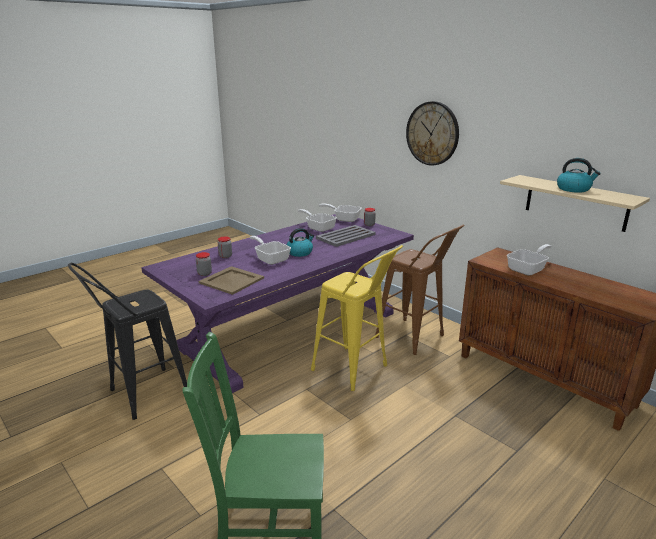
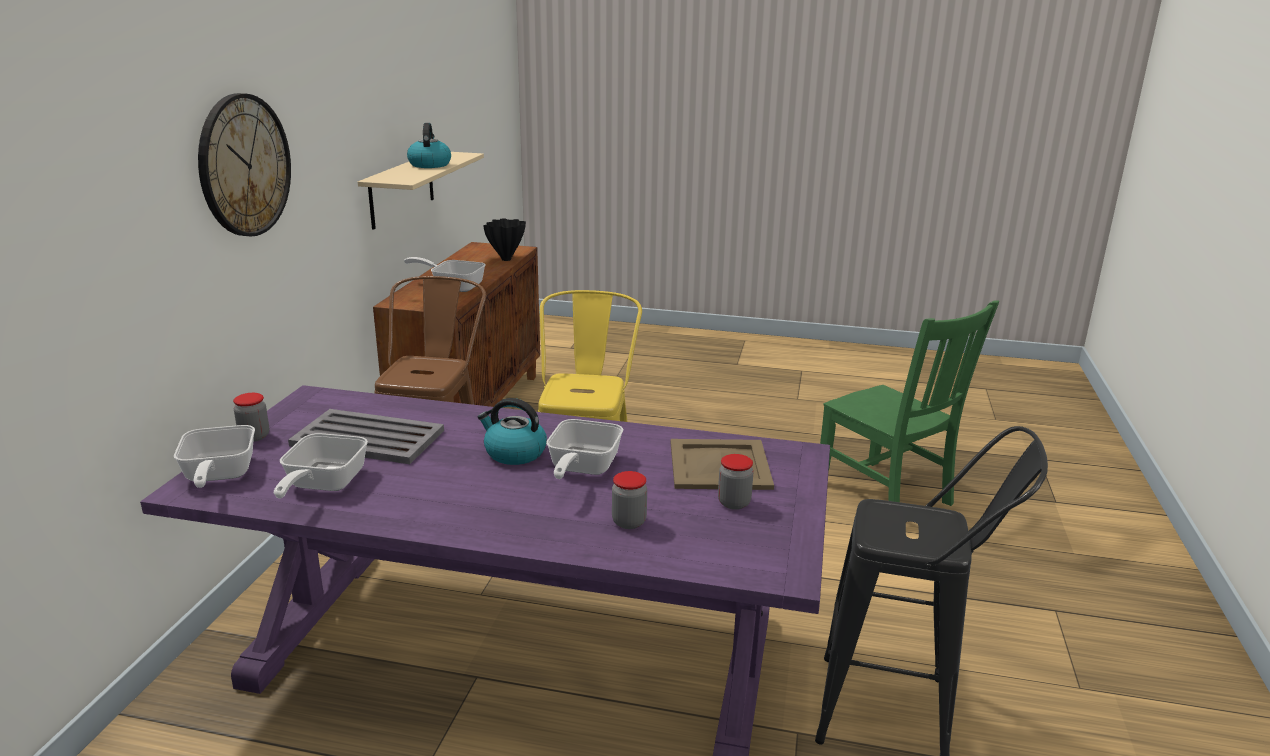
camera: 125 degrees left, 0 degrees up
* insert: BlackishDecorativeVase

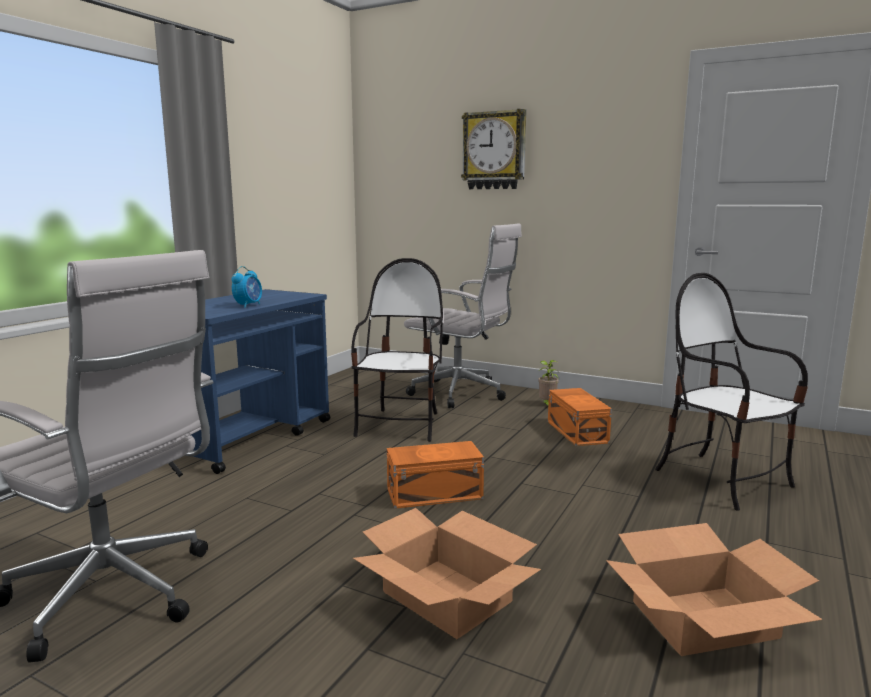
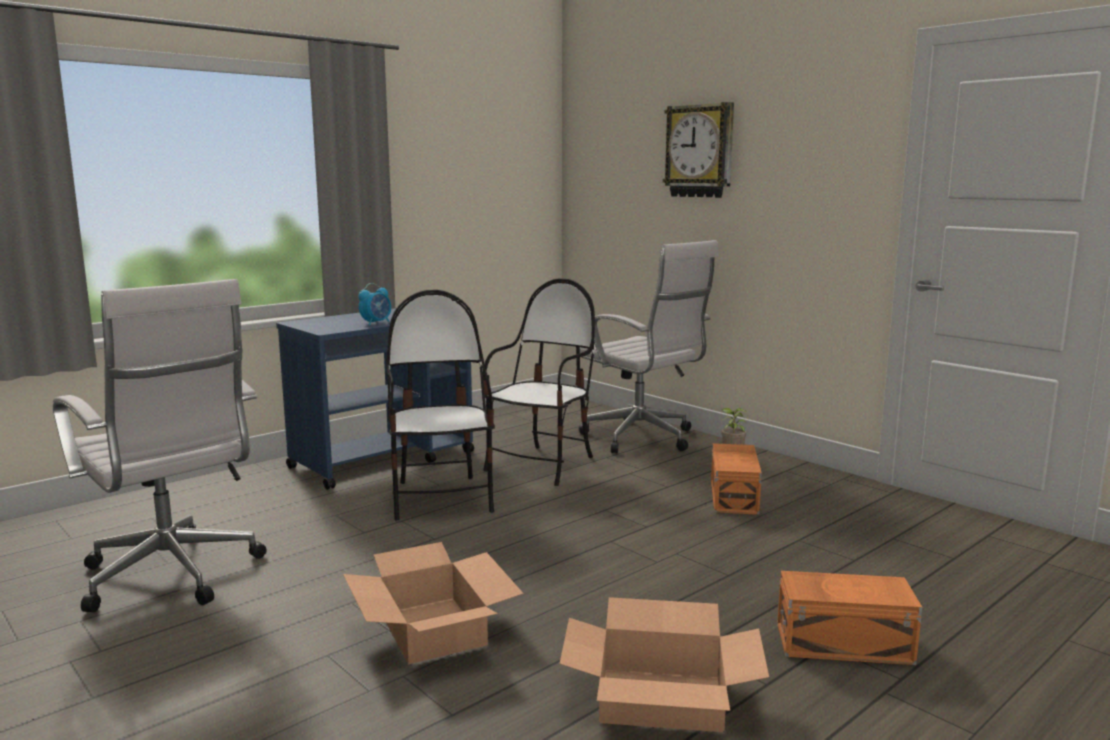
camera: 20 degrees right, 0 degrees up
* move: OrangeyStorageContainer (1st from left in the first image) to OrangeyStorageContainer (2nd from left)
* move: PlainChair (2nd from left in the first image) to PlainChair (1st from left)

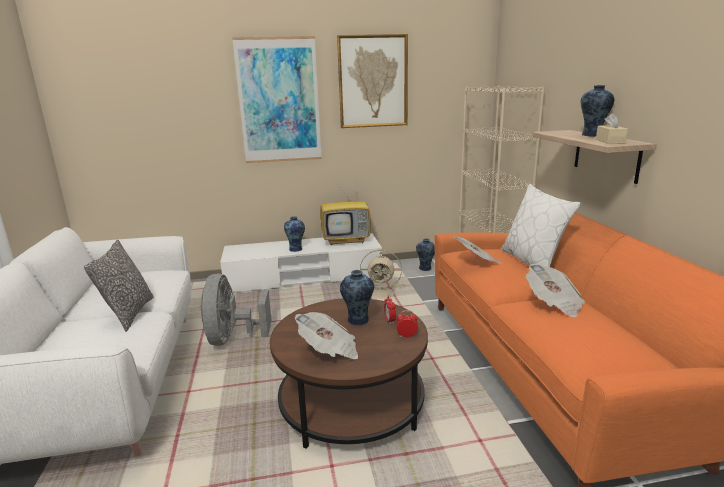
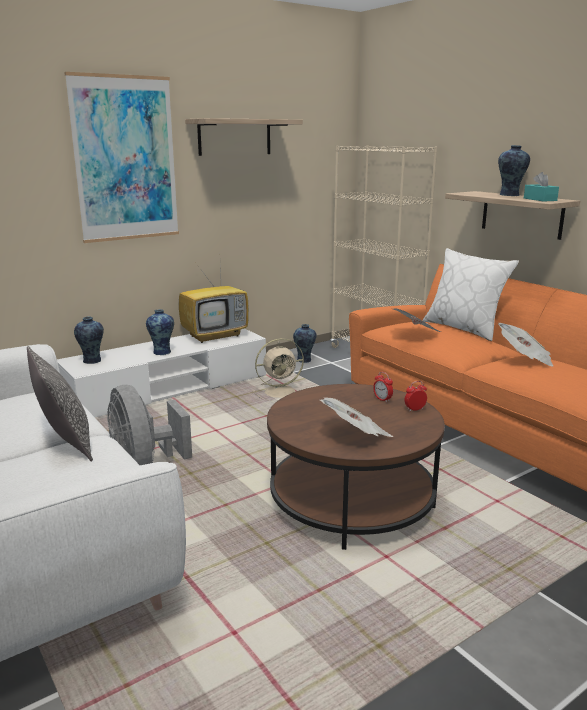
camera: 25 degrees left, 0 degrees up
* replace: Picture (2nd from left) to BracketShelf (1st from left)
* move: DecorativeVase (2nd from left in the first image) to DecorativeVase (1st from left)
* recolor: SandColouredBoxOfTissues to TurquoiseColouredBoxOfTissues

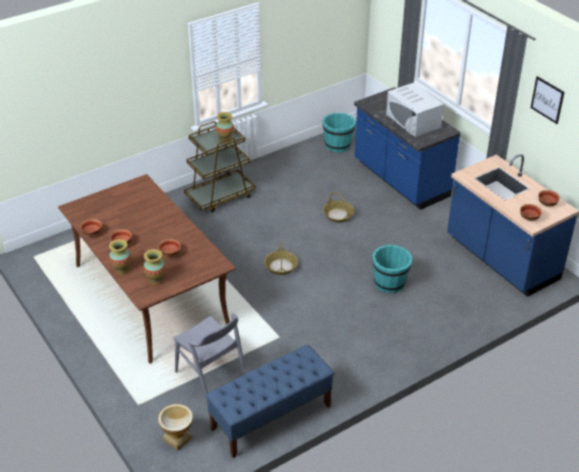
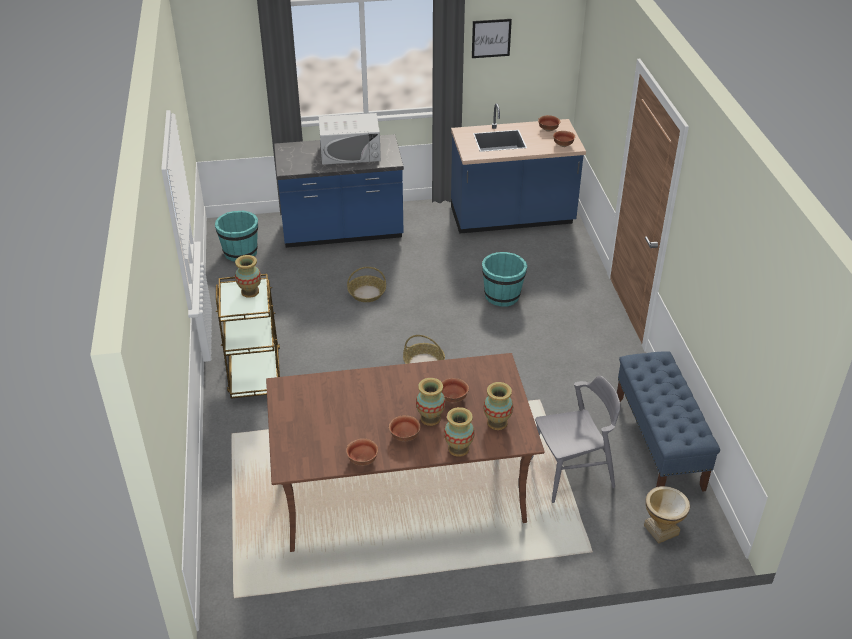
camera: 65 degrees left, 0 degrees up
* insert: DecorativeVase (2nd from left)

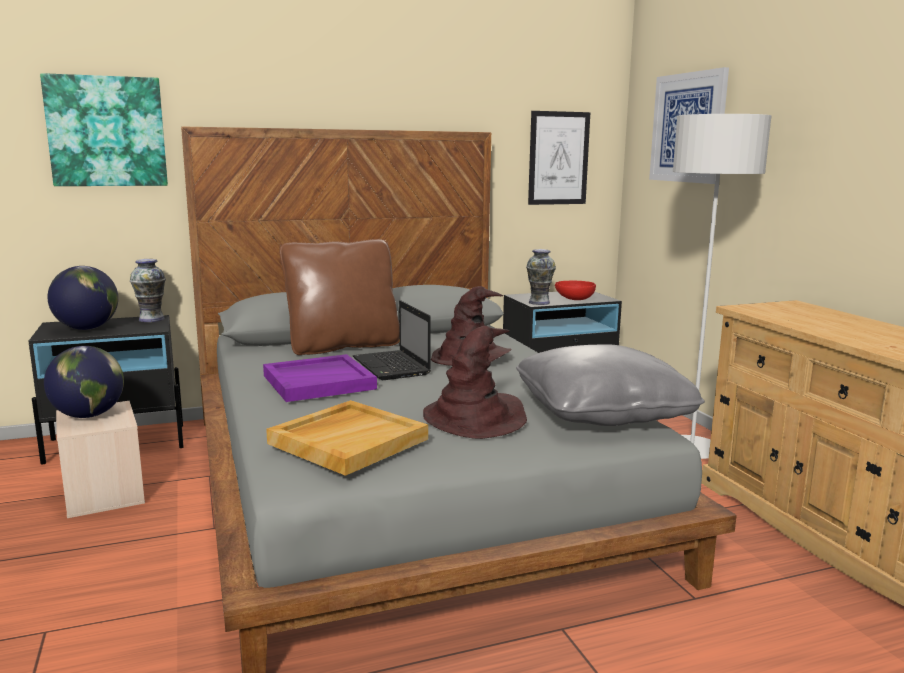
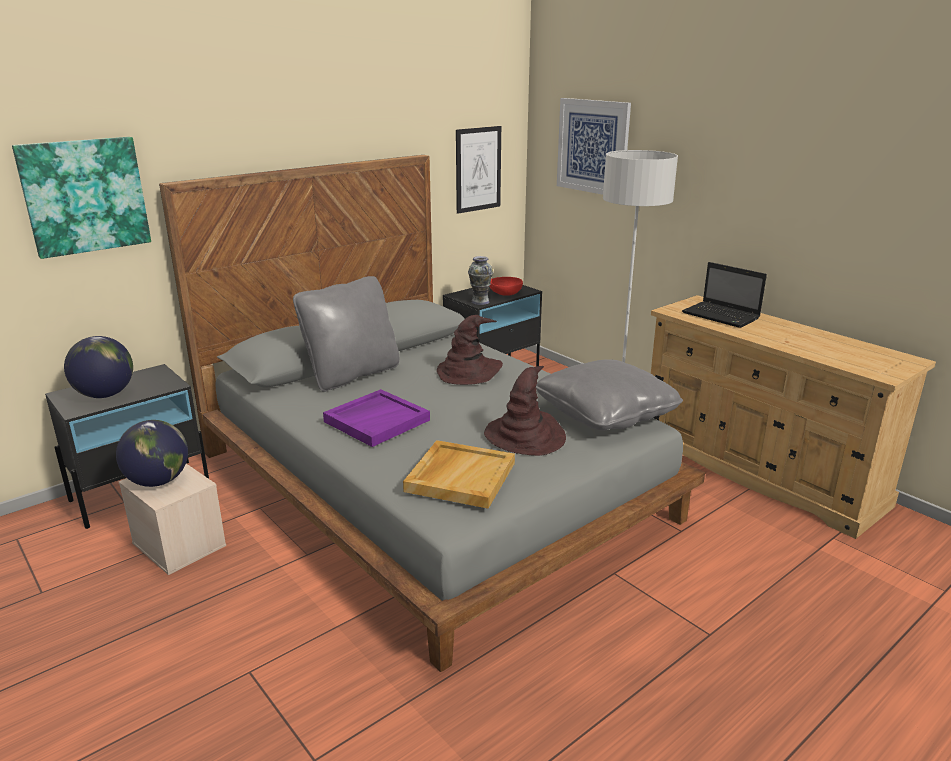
camera: 20 degrees left, 10 degrees up
* delete: DecorativeVase (1st from left)
* recolor: BrownColouredPillow to GreyPillow (1st from left)
* move: Laptop

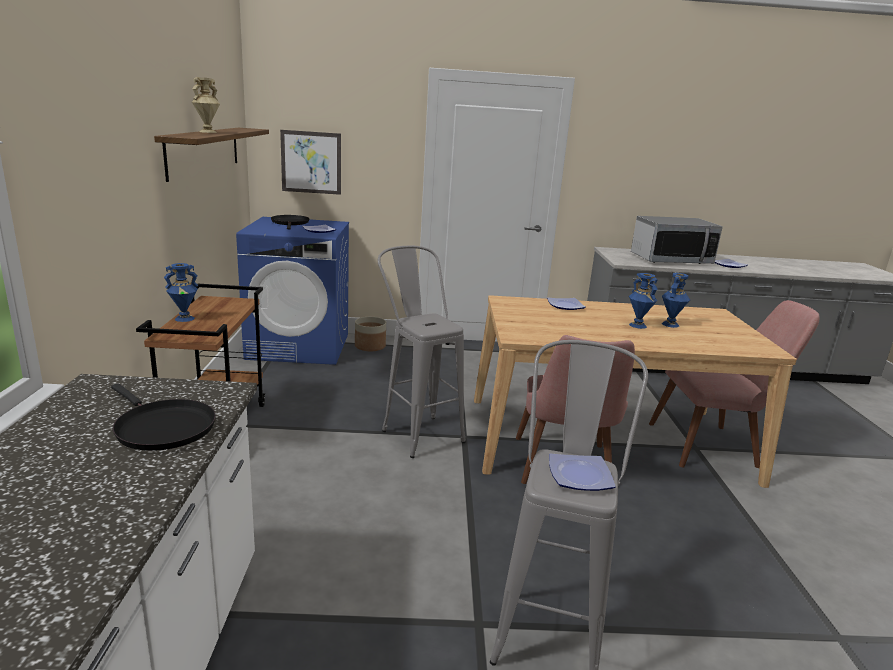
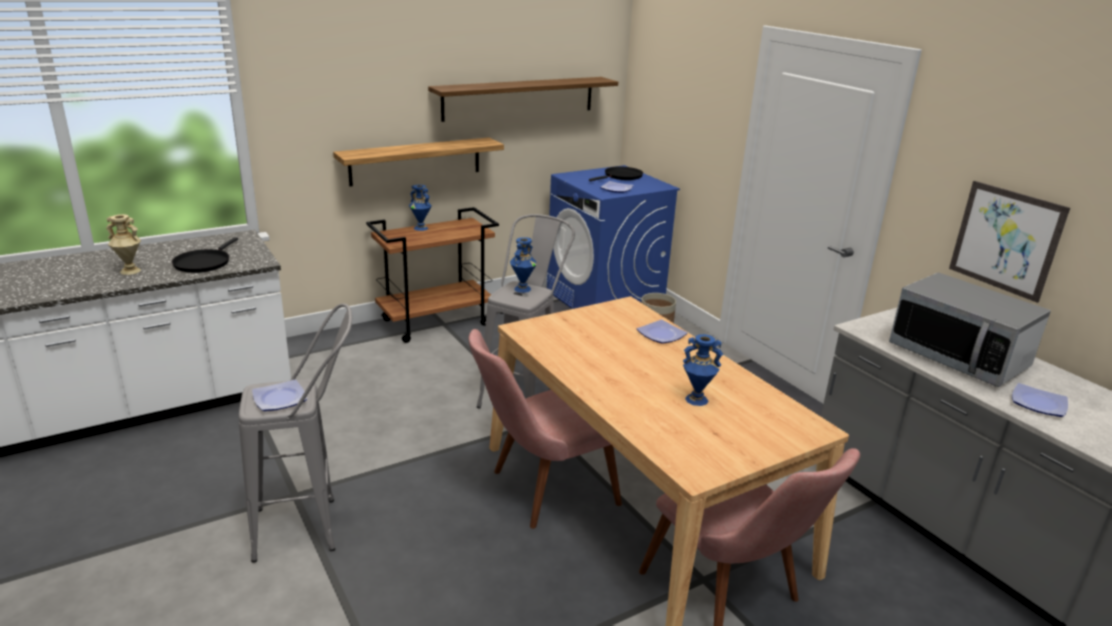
camera: 60 degrees right, 5 degrees up
* move: SandColouredDecorativeVase
* move: Picture
* move: BlueColouredDecorativeVase (2nd from left)
* insert: BracketShelf (1st from left)

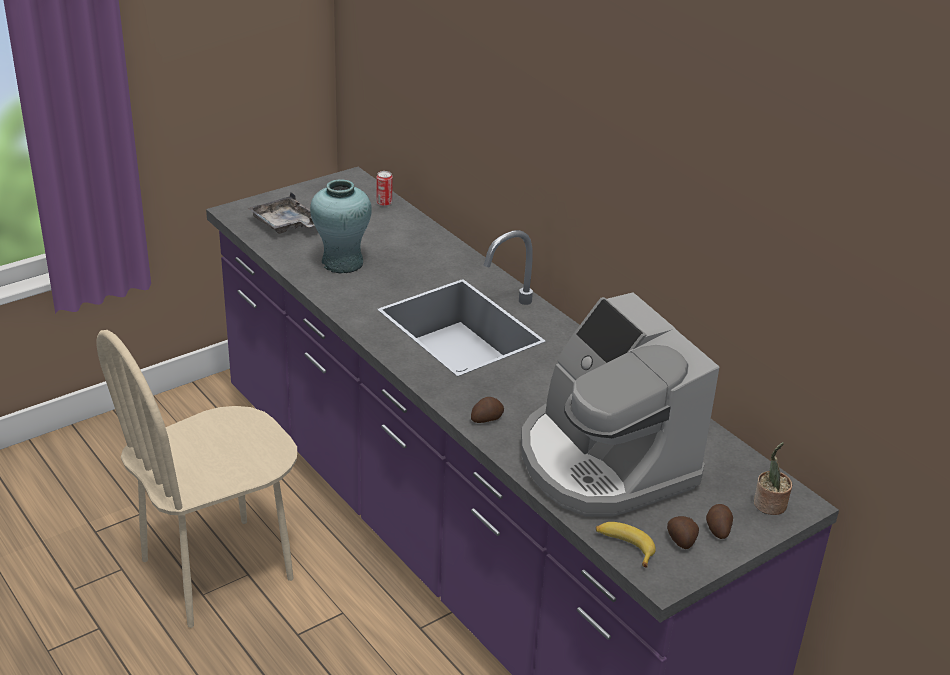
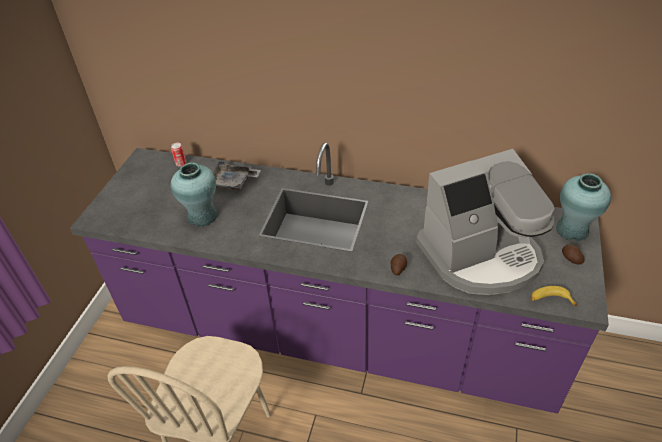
camera: 35 degrees left, 10 degrees up
* move: GreyCarryingTray
* rotate: CoffeeMachine 45 degrees counterclockwise
* delete: WholePotato (2nd from left)
* replace: PottedPlant to TurquoiseColouredDecorativeVase (2nd from left)

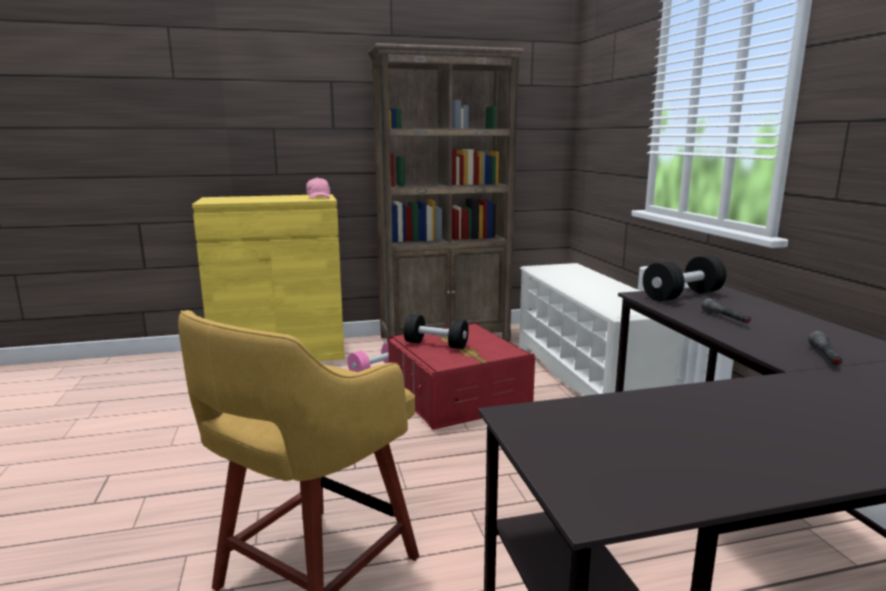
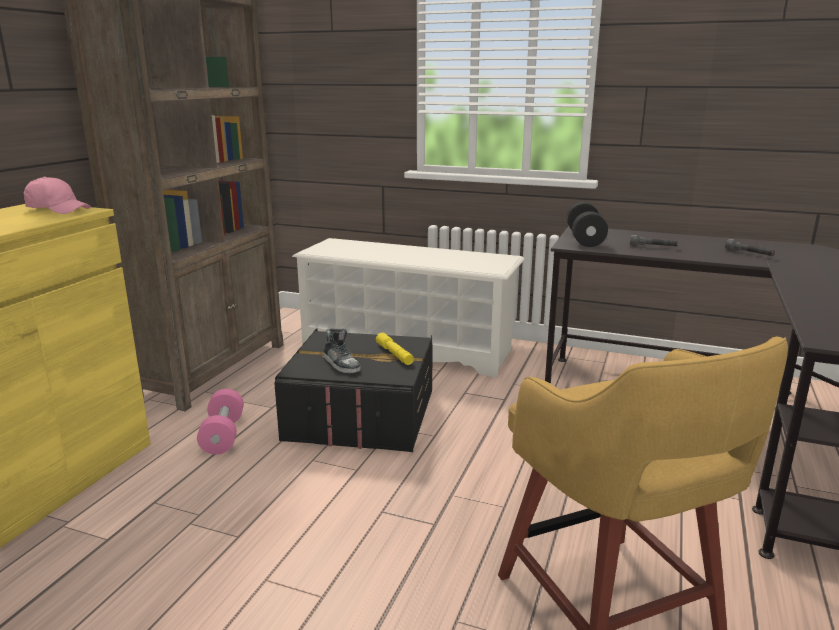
camera: 55 degrees left, 5 degrees up
* recolor: RedStorageContainer to BlackishStorageContainer
* replace: BlackishFreeWeight (1st from left) to Shoe
* insert: YellowFlashlight

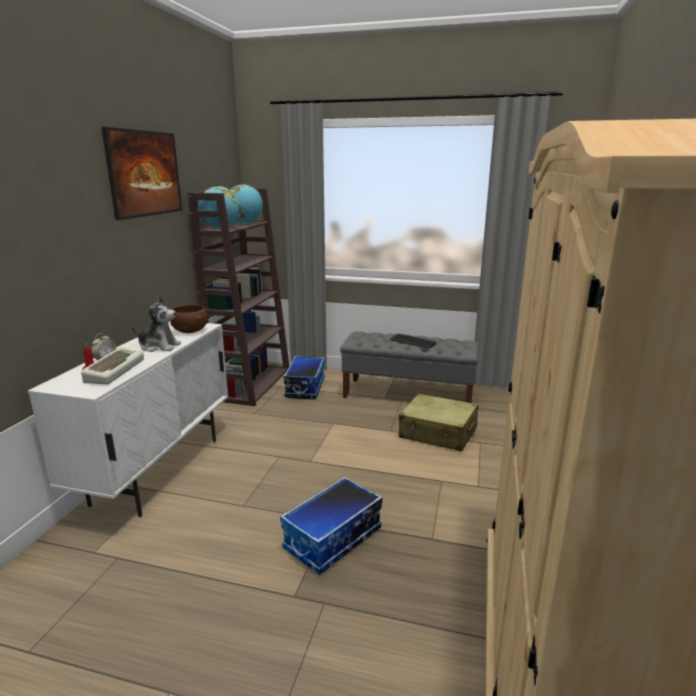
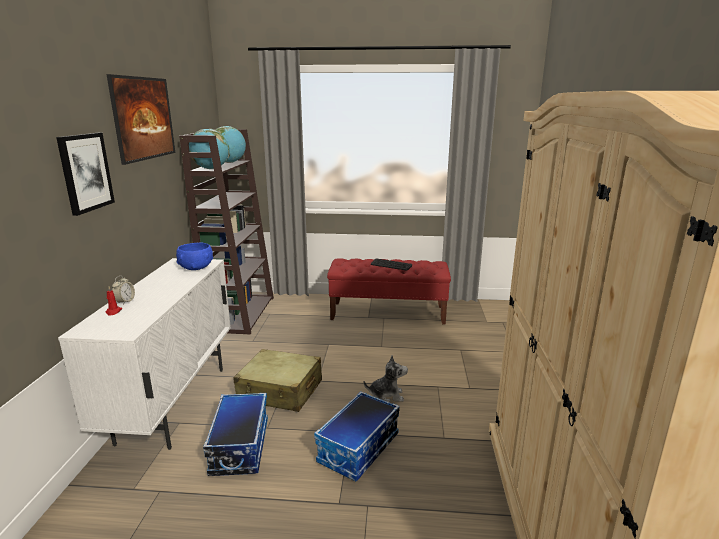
camera: 10 degrees left, 0 degrees up
* delete: ComputerKeyboard (1st from left)
* move: PlushToy
* recolor: BrownColouredBowl to BlueColouredBowl
* move: StorageContainer (1st from left)
* recolor: GreyIndoorBench to RedIndoorBench
* move: SandColouredTravelCase
* insert: Picture (1st from left)

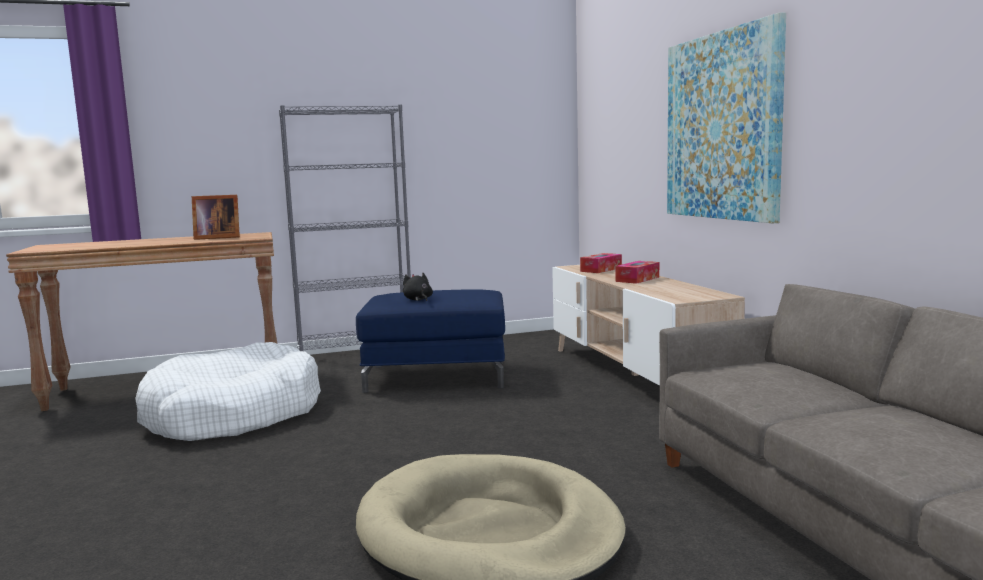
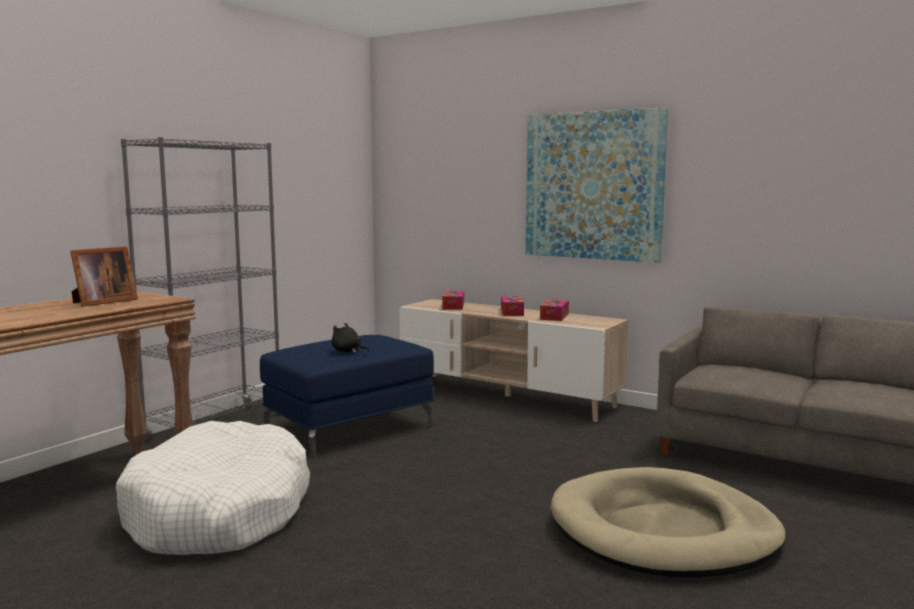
camera: 40 degrees left, 0 degrees up
* insert: BoxOfTissues (3rd from left)

